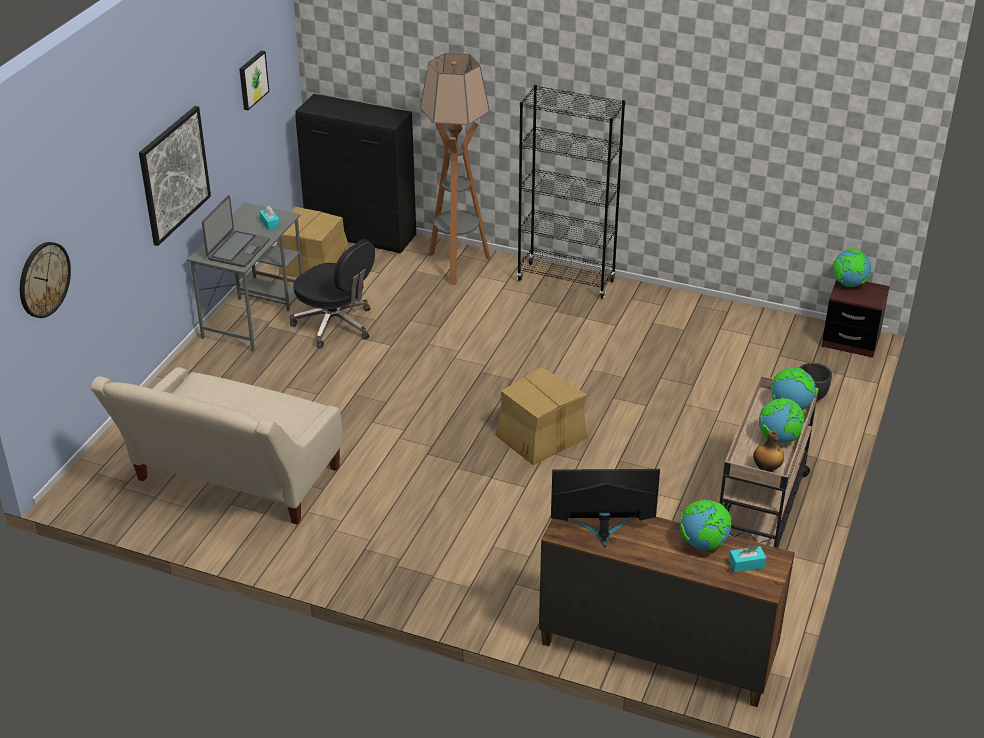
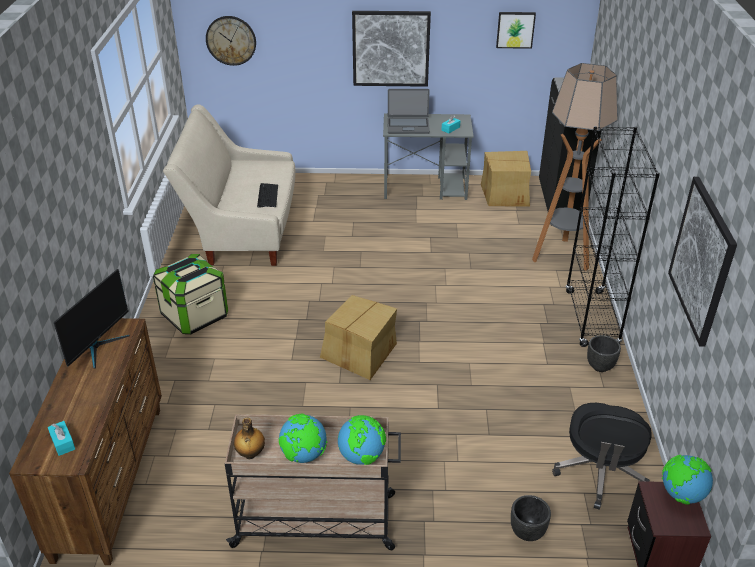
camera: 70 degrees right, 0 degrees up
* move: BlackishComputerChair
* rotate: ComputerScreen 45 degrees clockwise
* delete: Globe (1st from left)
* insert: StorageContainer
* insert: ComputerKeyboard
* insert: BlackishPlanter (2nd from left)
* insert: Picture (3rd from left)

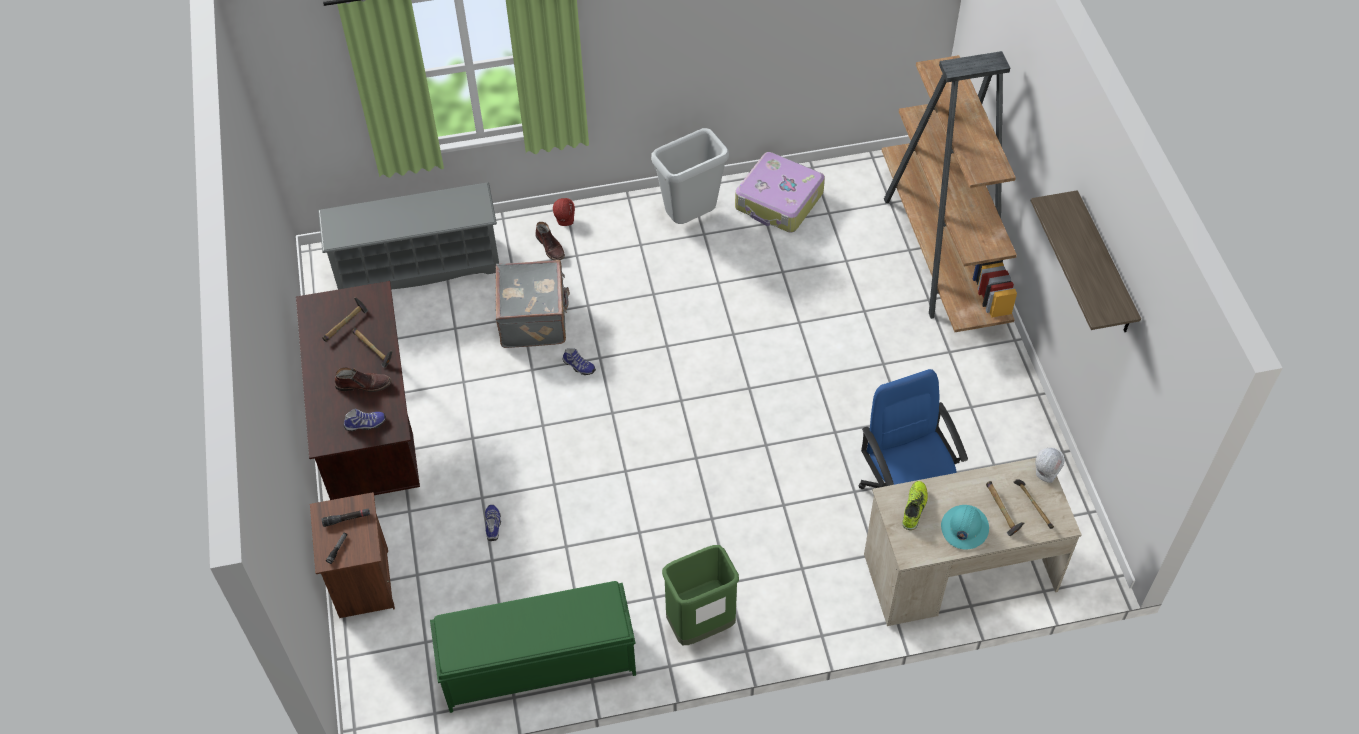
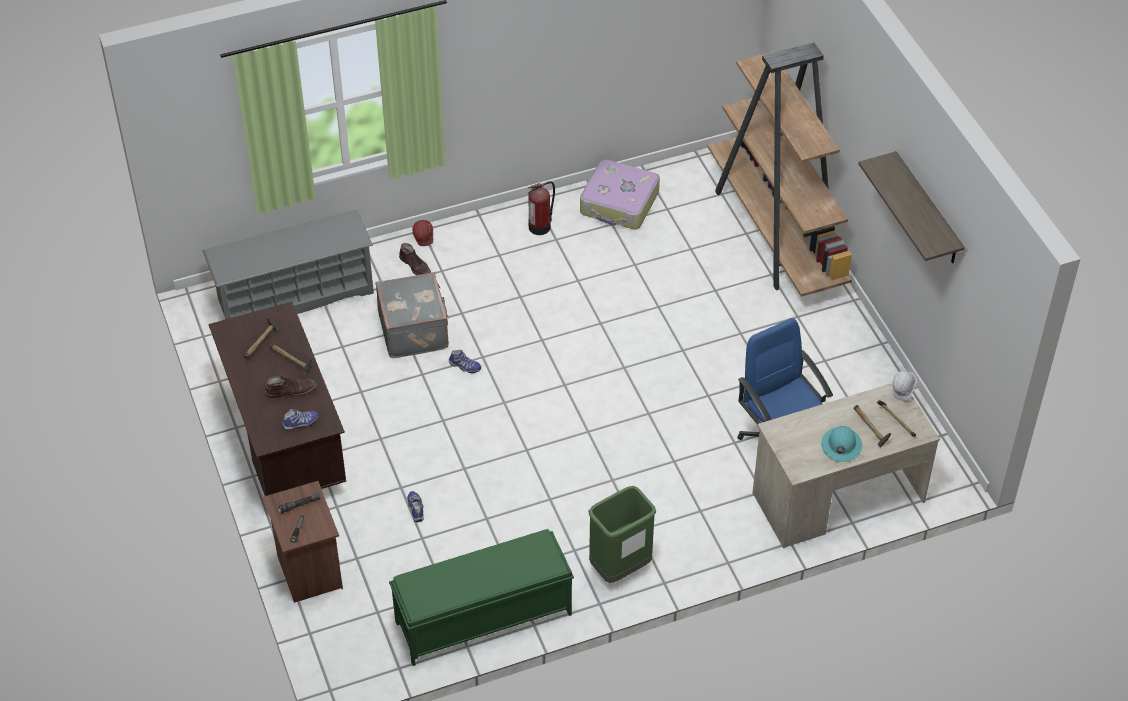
camera: 10 degrees left, 5 degrees down
* replace: GreyWasteBin to FireExtinguisher
* delete: Shoe (4th from left)

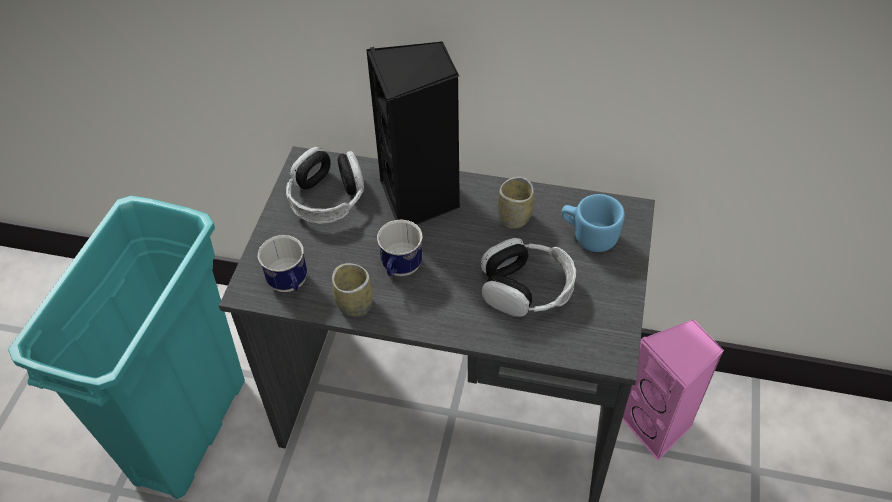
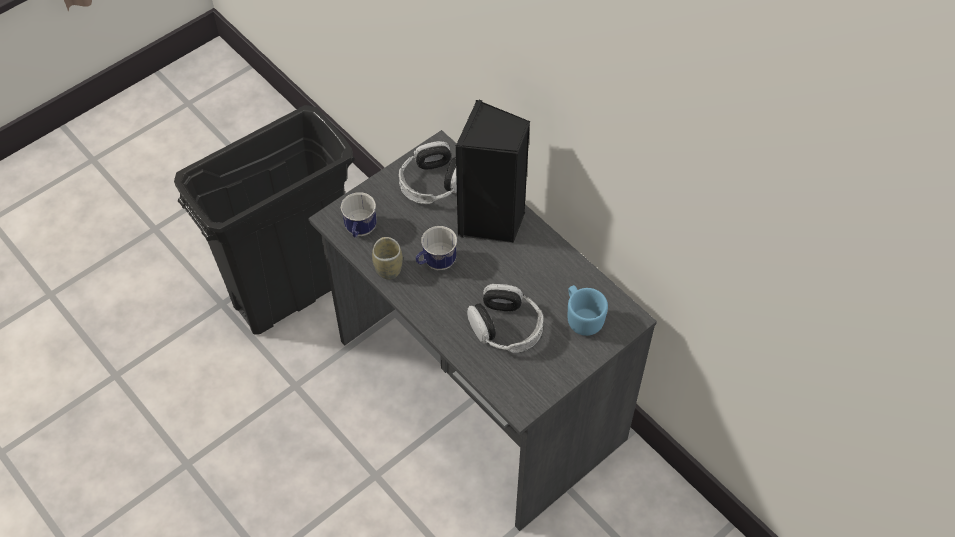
camera: 35 degrees right, 5 degrees up
* recolor: TurquoiseColouredWasteBin to BlackishWasteBin
* delete: SmallCup (2nd from left)
* delete: PinkishAudioSpeaker

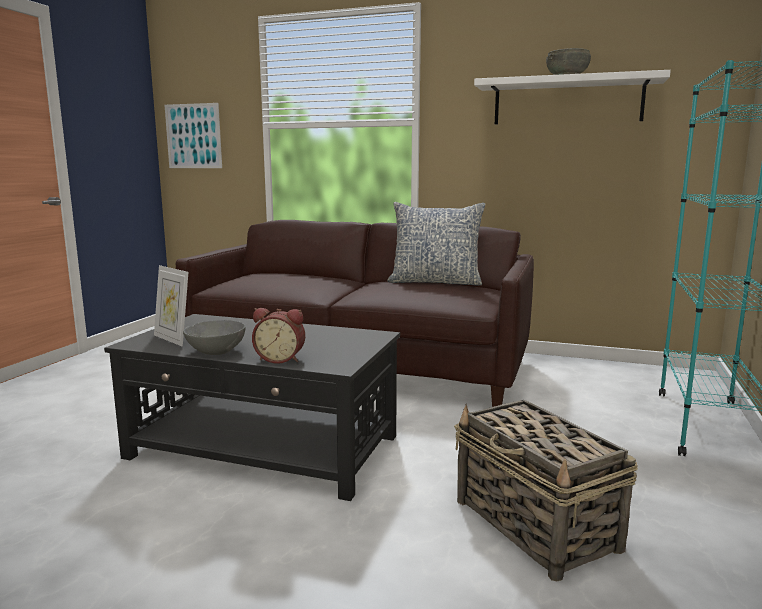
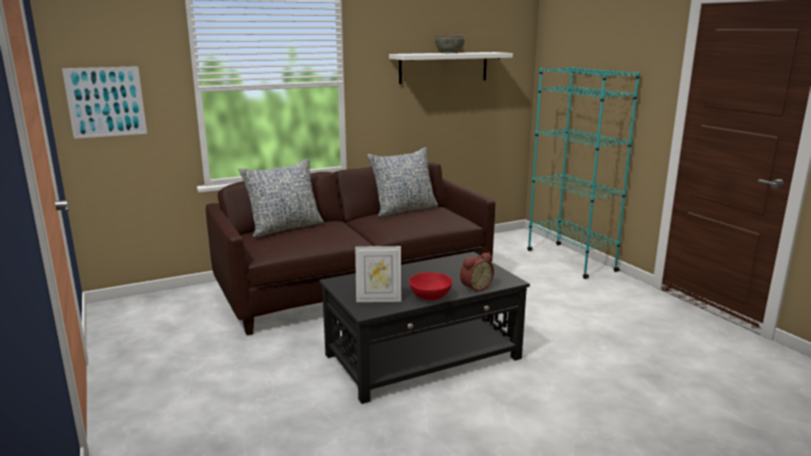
camera: 45 degrees left, 5 degrees up
* recolor: GreyBowl (1st from left) to RedBowl
* delete: Basket
* insert: Pillow (1st from left)

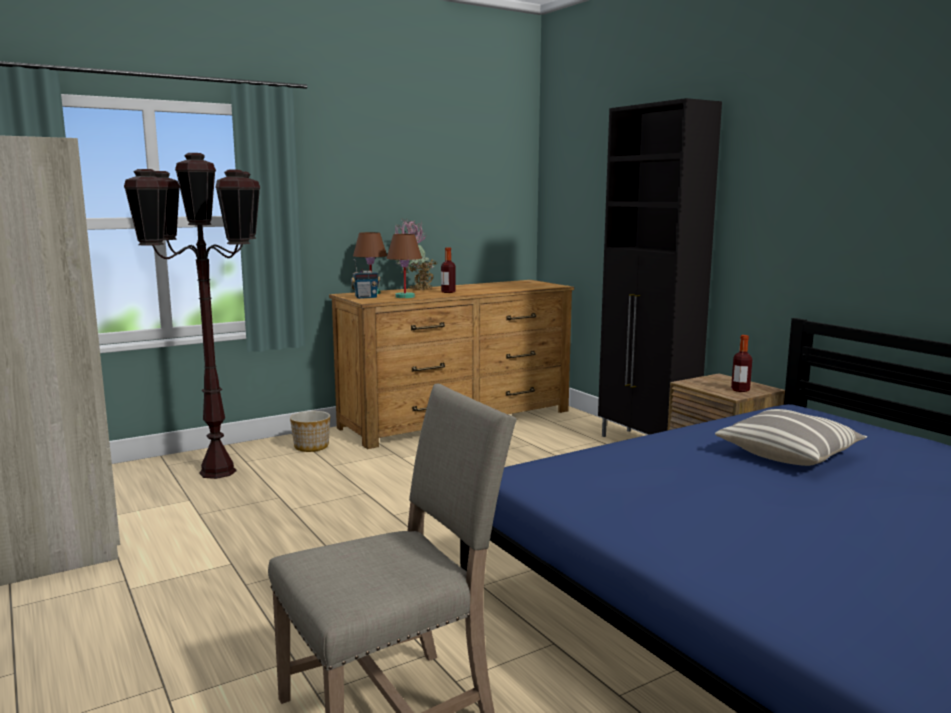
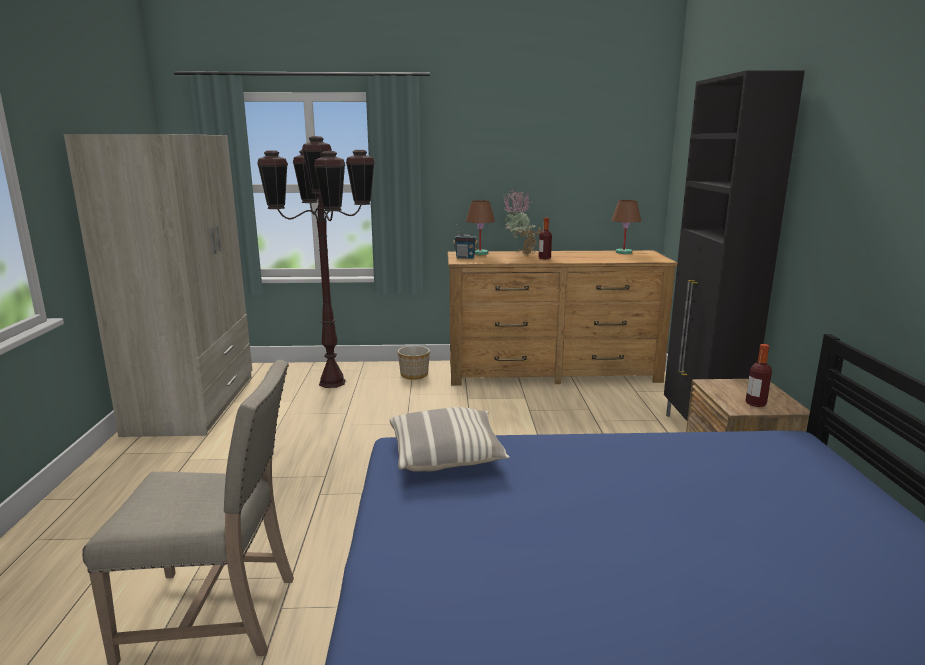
camera: 30 degrees right, 5 degrees up
* move: BrownColouredTableLamp (2nd from left)
* move: Pillow

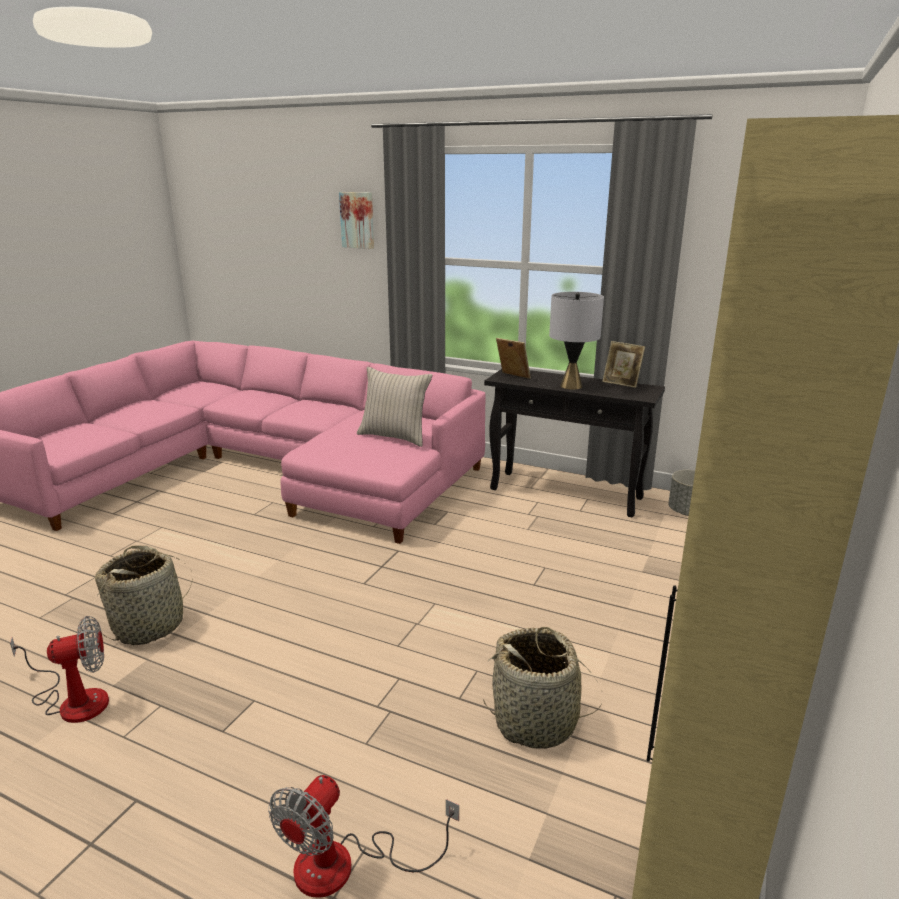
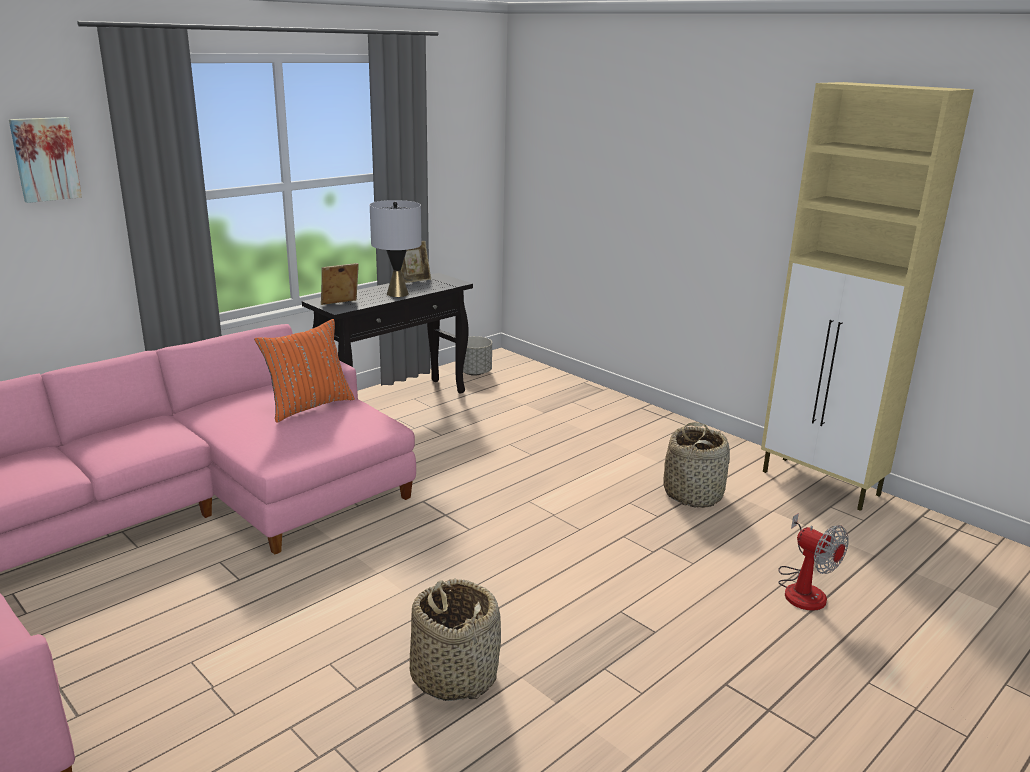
camera: 70 degrees left, 0 degrees up
* delete: Fan (1st from left)
* recolor: SandColouredPillow to OrangeyPillow

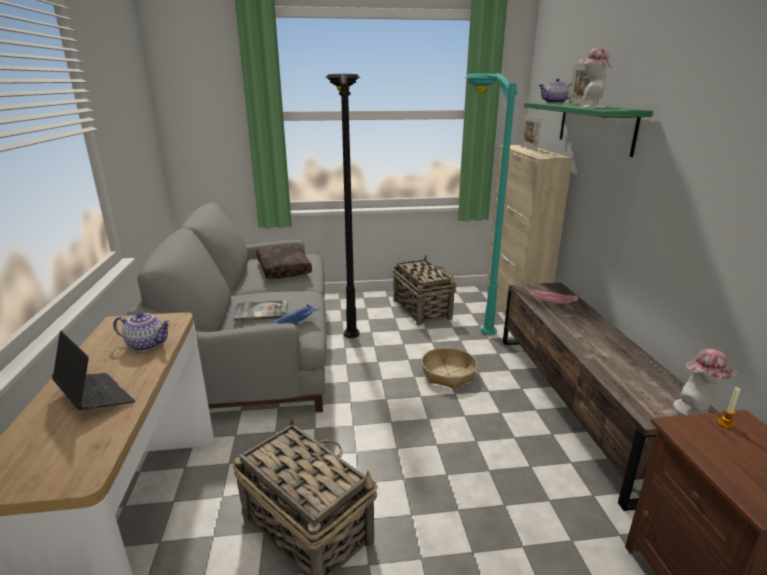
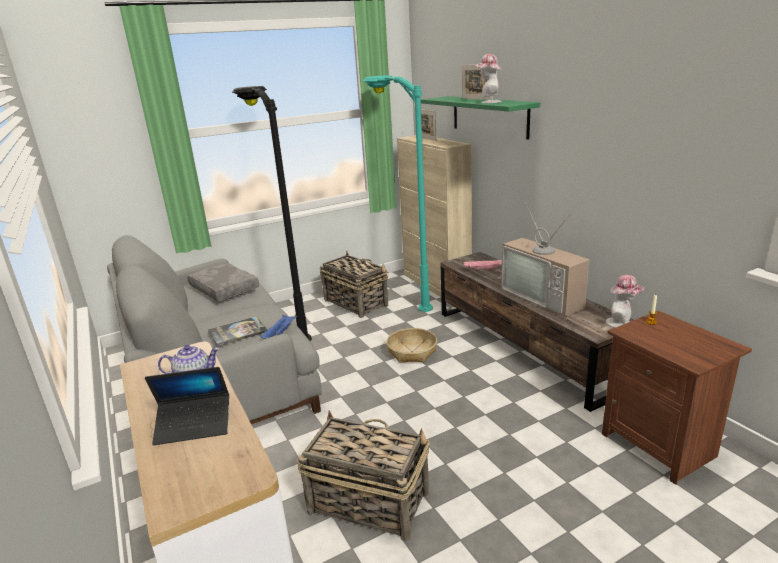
camera: 20 degrees left, 0 degrees up
* rotate: Laptop 150 degrees clockwise
* recolor: BrownColouredPillow to GreyPillow
* delete: PotForTea (2nd from left)
* insert: TvSet

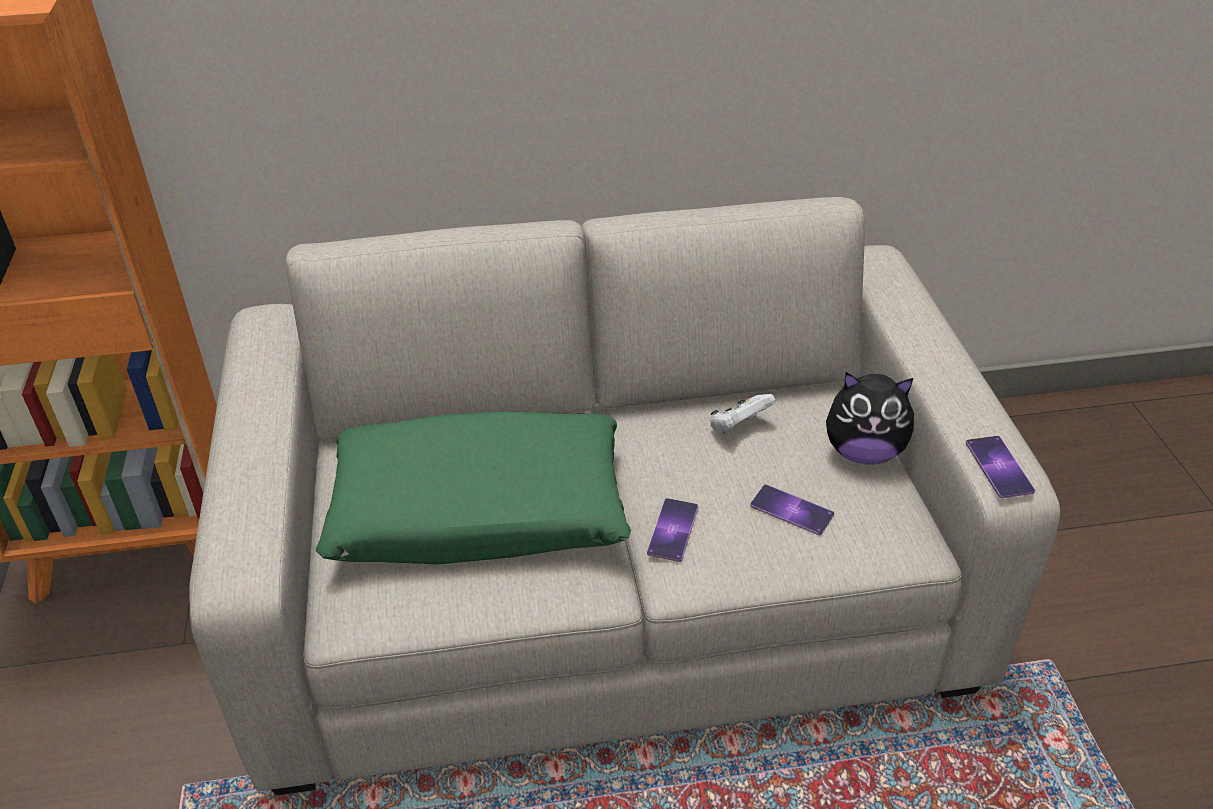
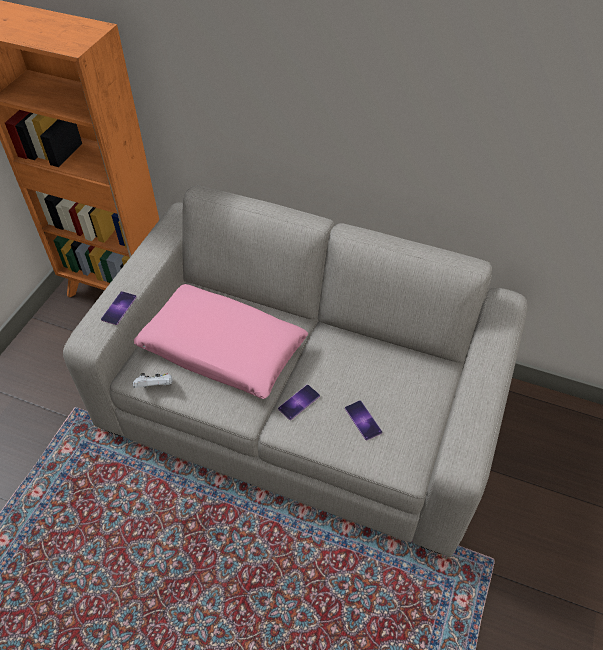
camera: 30 degrees right, 10 degrees up
* recolor: GreenishPillow to PinkishPillow
* move: WhitishJoypad
* delete: PlushToy
* move: Handset (3rd from left in the first image) to Handset (1st from left)

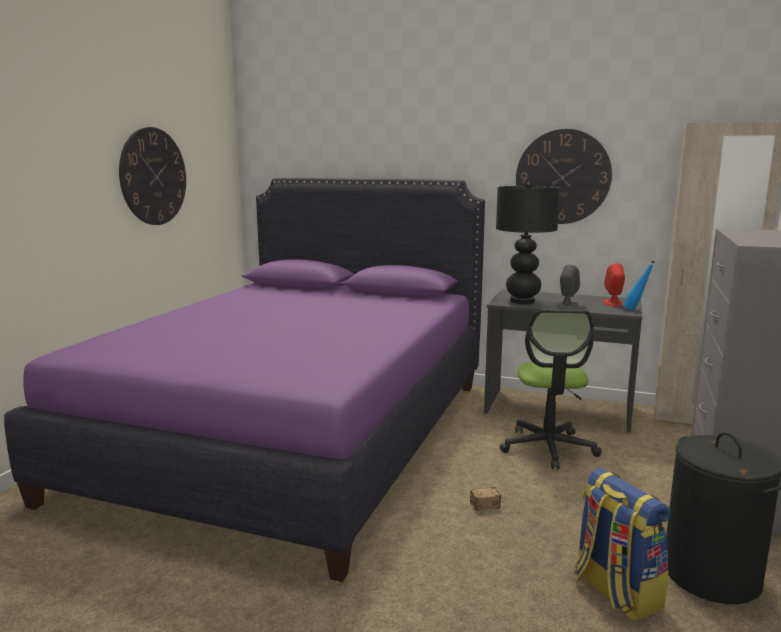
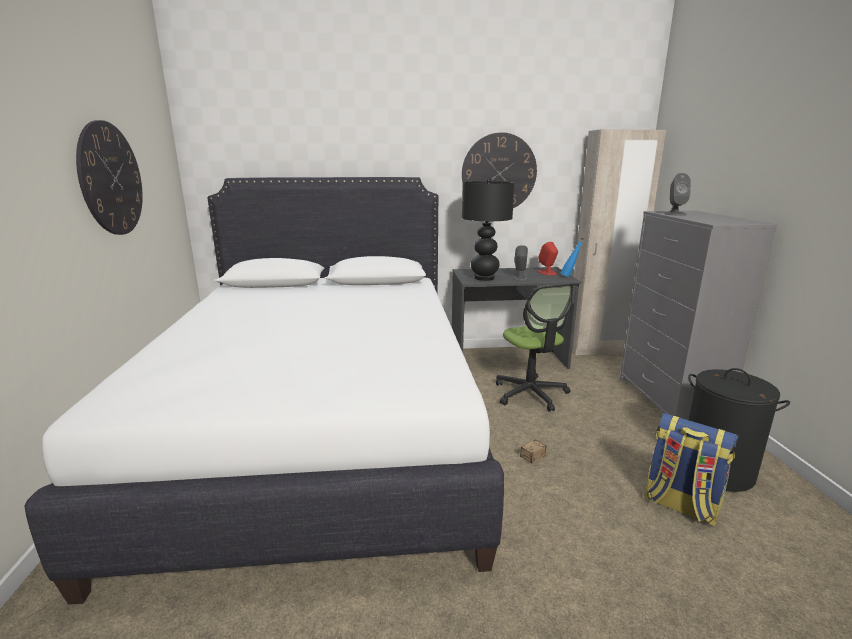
camera: 25 degrees left, 5 degrees up
* recolor: PurpleBed to WhitishBed
* insert: GreyAudioSpeaker (2nd from left)

